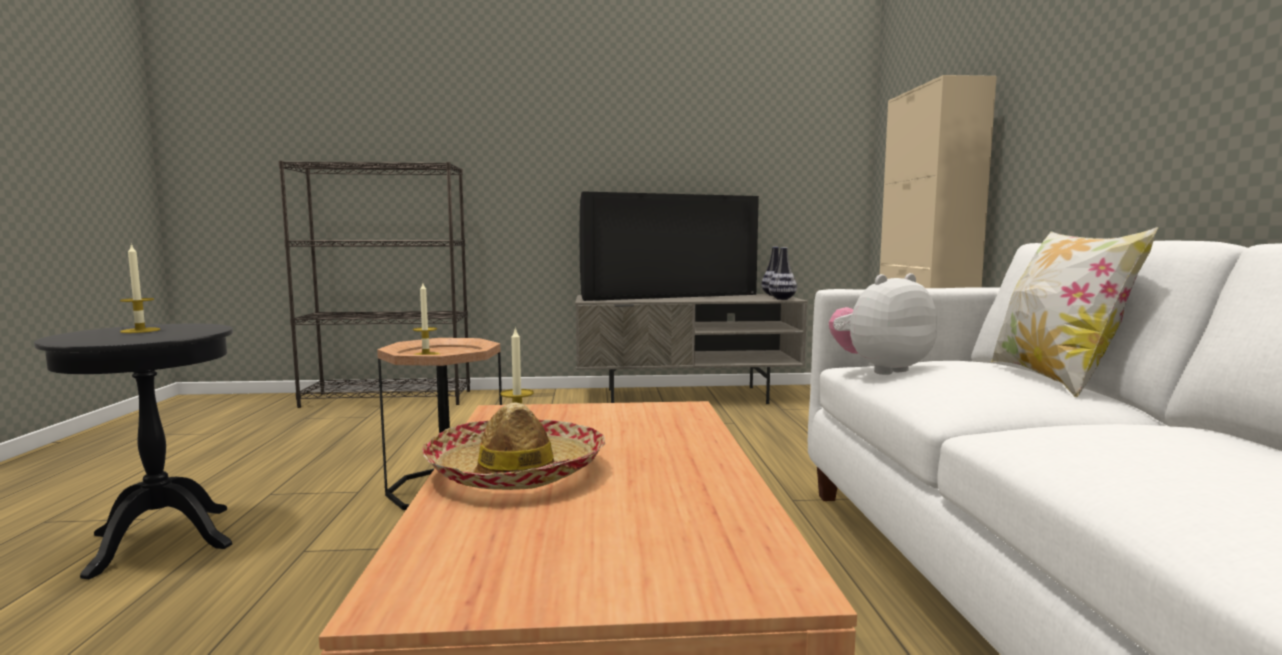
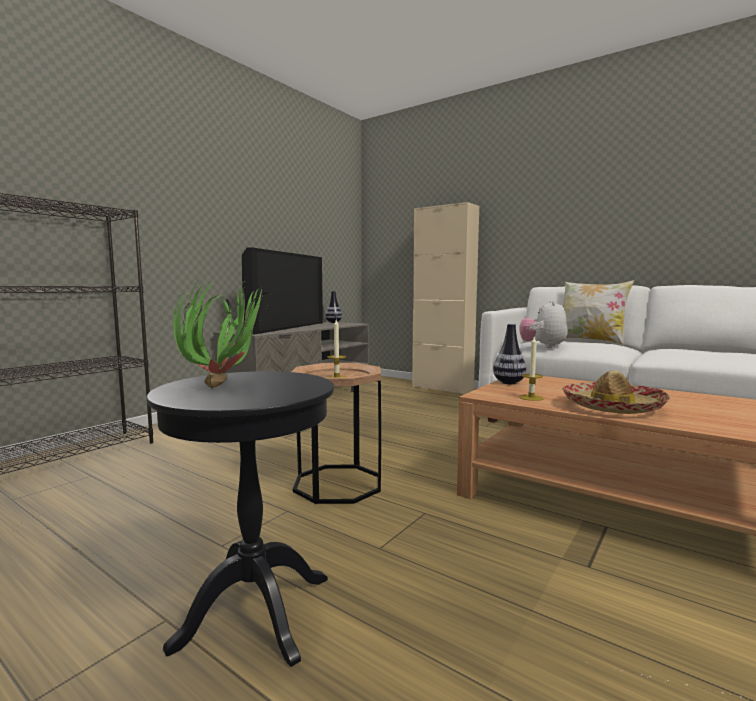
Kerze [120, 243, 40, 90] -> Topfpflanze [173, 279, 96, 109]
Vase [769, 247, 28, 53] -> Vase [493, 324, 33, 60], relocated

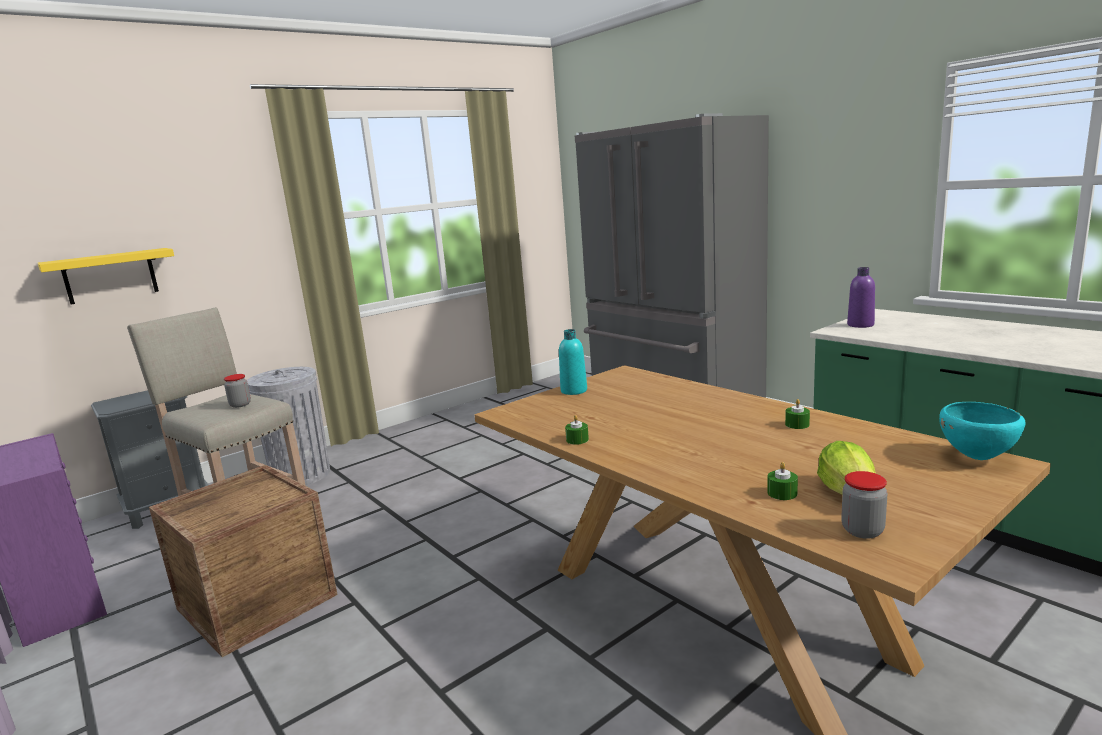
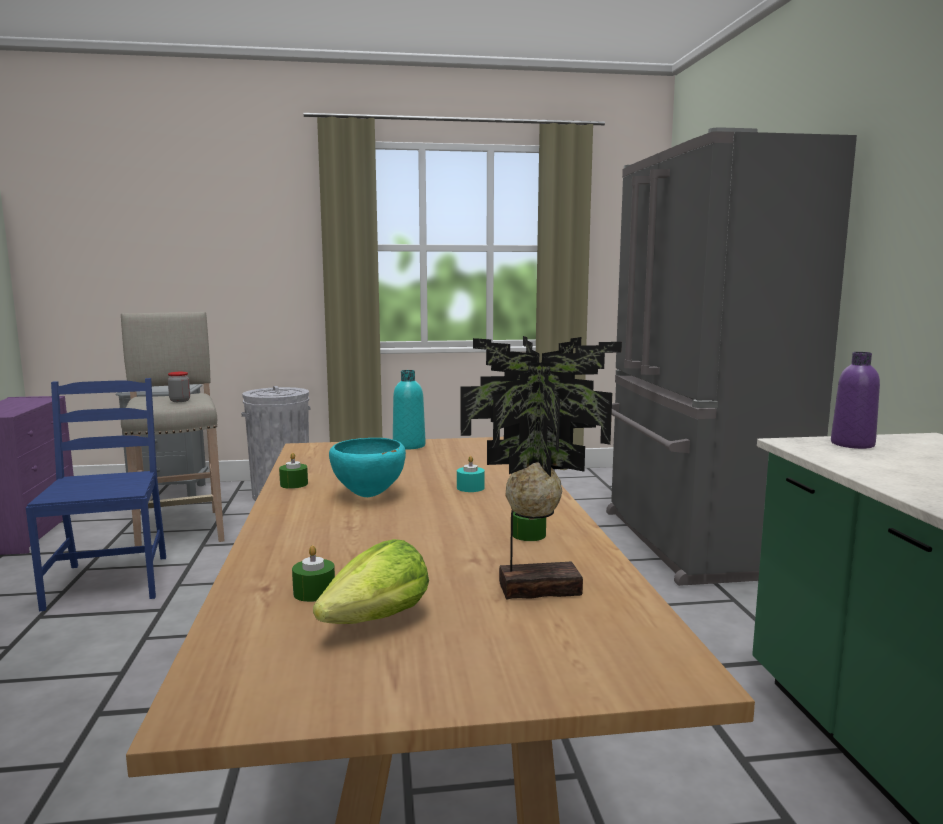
Wandregal/gelb [38, 248, 136, 57] -> none
Kiste [149, 465, 189, 192] -> Stuhl/blau [26, 378, 140, 233]
Vorratsglas [841, 471, 46, 68] -> none
Schüssel/türkis [939, 402, 87, 58] -> Schüssel/türkis [329, 438, 77, 59], relocated
none -> Kerze/türkis [457, 456, 28, 36]
none -> Topfpflanze [460, 336, 162, 264]

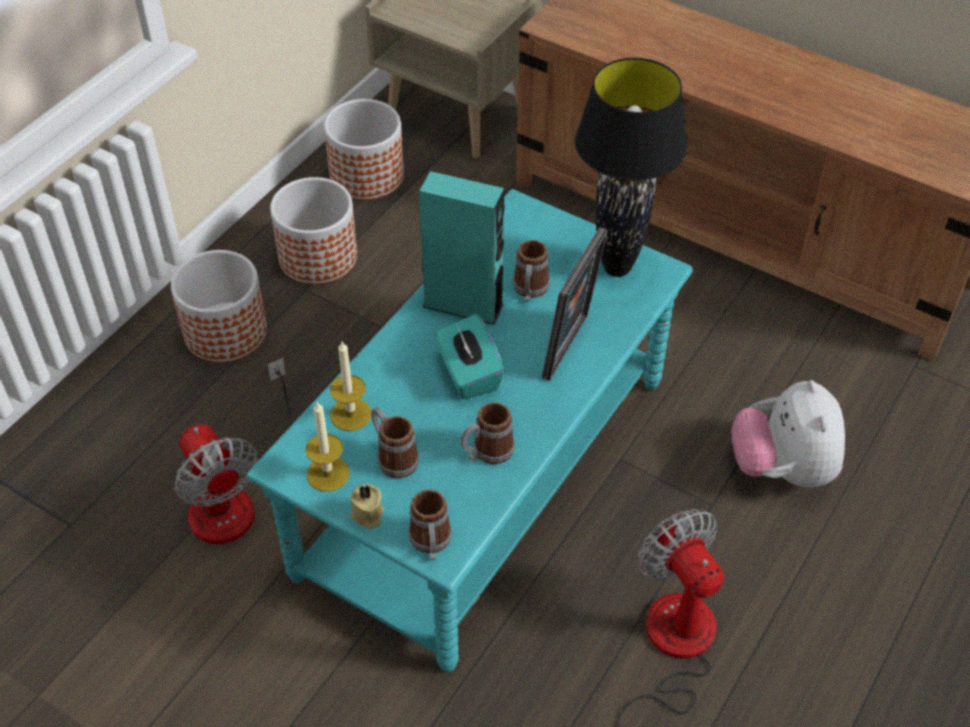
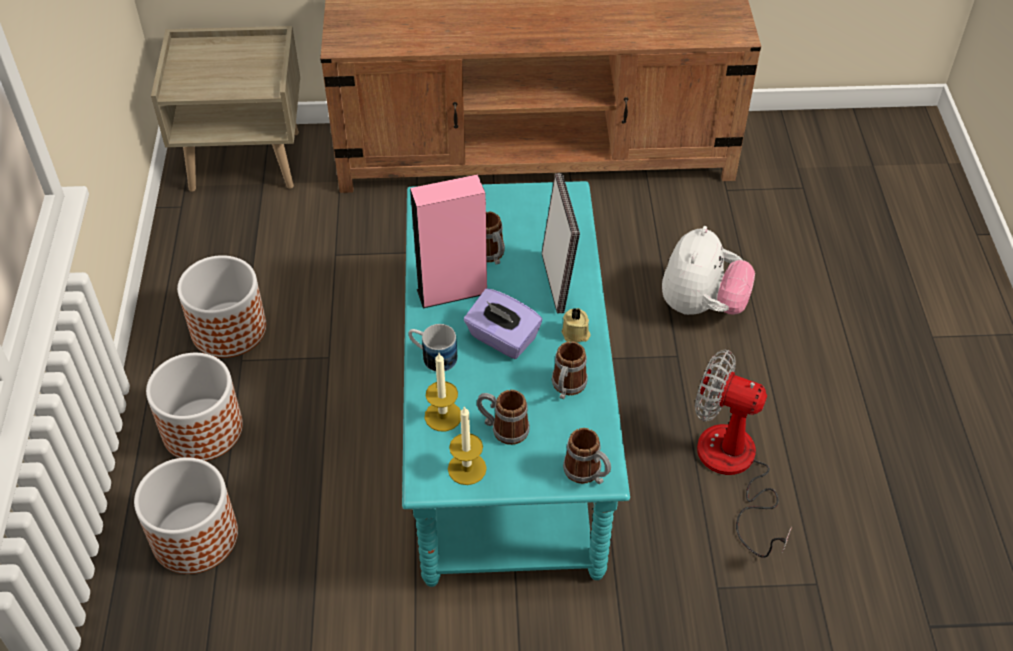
Ventilator [174, 358, 119, 186] -> none
Pflanzkübel [324, 99, 80, 102] -> Pflanzkübel [134, 457, 104, 117], relocated
Kerze/beige [350, 484, 34, 45] -> Kerze/beige [562, 308, 28, 34], relocated
Lautsprecher/türkis [419, 171, 86, 154] -> Lautsprecher/rosa [410, 174, 77, 134]
Taschentuchbox/türkis [435, 314, 70, 85] -> Taschentuchbox/lila [464, 288, 78, 71]
Tischlampe/schwarz [575, 58, 113, 219] -> none
Plüschtier [731, 380, 114, 108] -> Plüschtier [662, 226, 93, 89], 120 degrees counterclockwise
none -> Henkelbecher [409, 324, 49, 48]

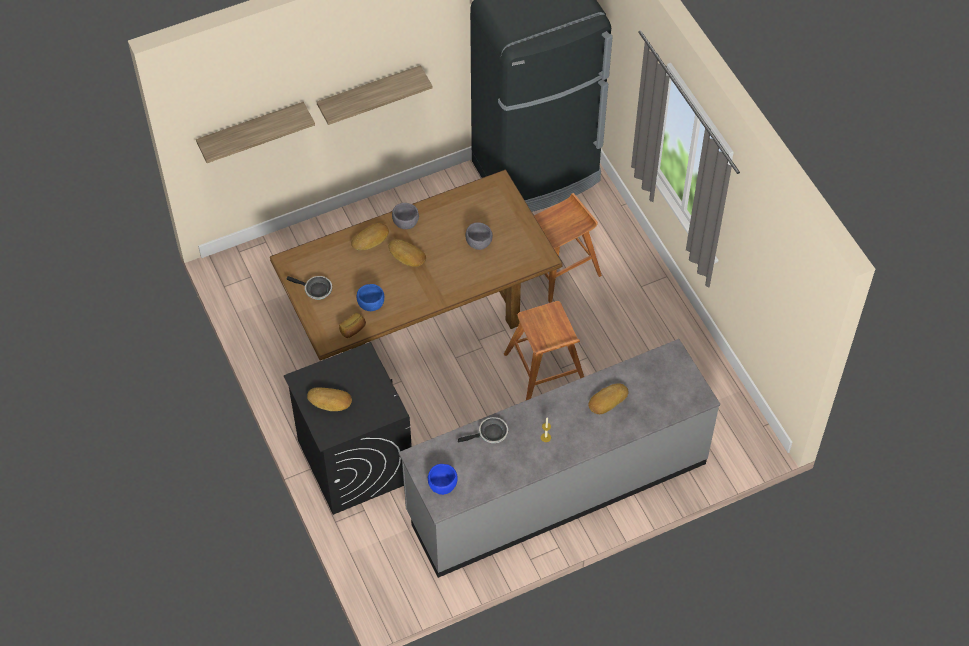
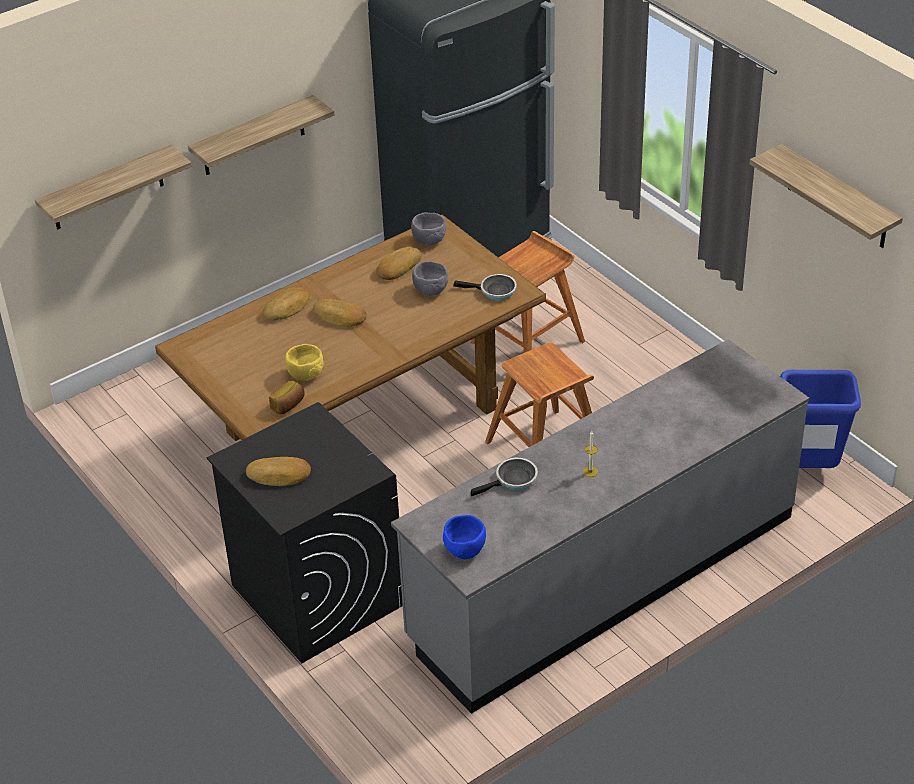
Pfanne [286, 276, 46, 24] -> Pfanne [453, 274, 64, 26], relocated
Schüssel/blau [357, 284, 27, 27] -> Schüssel/gelb [285, 344, 39, 37]
Schüssel/grau [392, 203, 27, 26] -> Schüssel/grau [411, 212, 35, 34], relocated
Brot [588, 383, 41, 31] -> Brot [376, 247, 46, 33], relocated
none -> Wandregal [750, 144, 153, 104]
none -> Mülleimer/blau [780, 370, 81, 98]

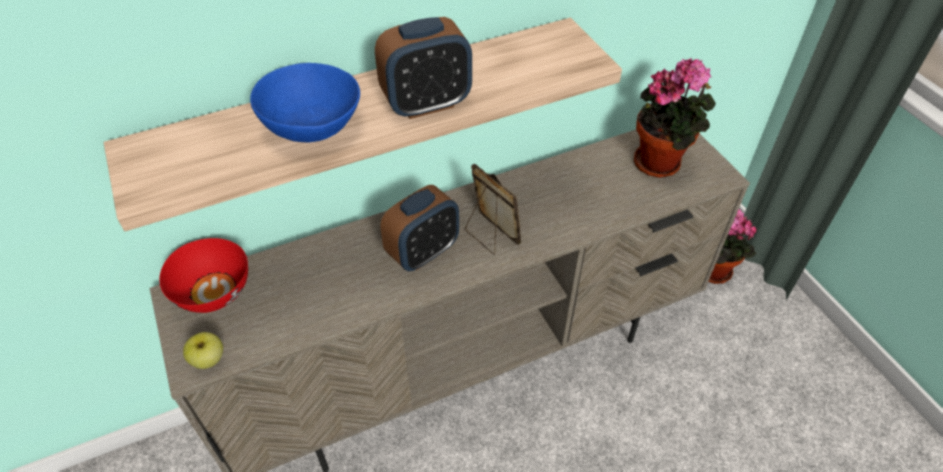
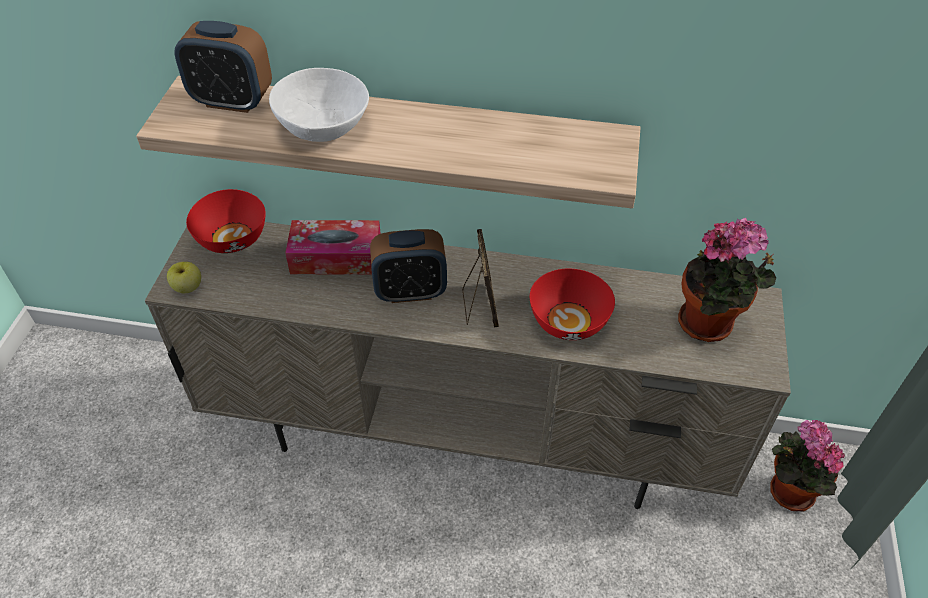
Schüssel/blau [250, 63, 110, 80] -> Schüssel/weiß [269, 68, 100, 74]
Wecker [375, 17, 97, 102] -> Wecker [174, 21, 98, 92], relocated
none -> Taschentuchbox [285, 220, 96, 55]
none -> Schüssel/rot [530, 269, 85, 71]

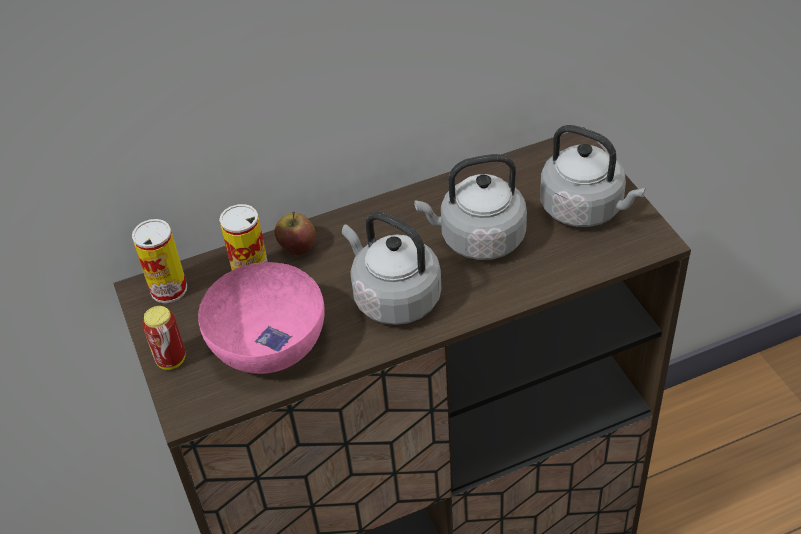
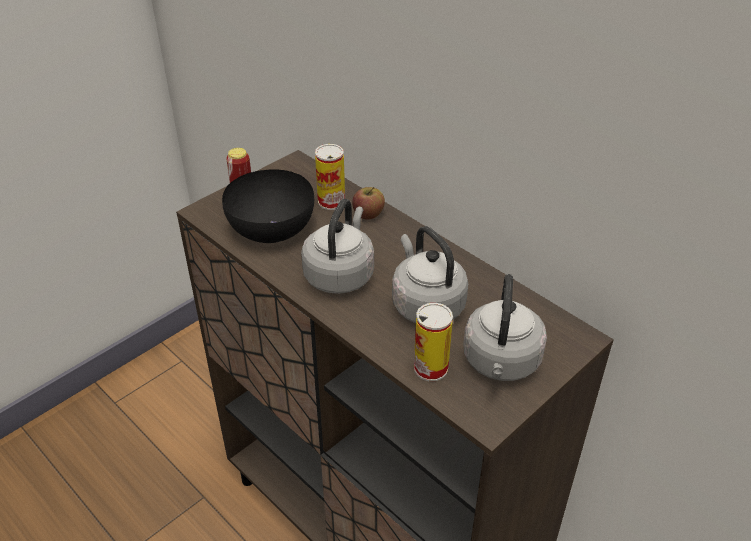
Dose [132, 219, 55, 84] -> Dose [414, 303, 39, 79], relocated
Schüssel/rosa [198, 262, 127, 112] -> Schüssel/schwarz [222, 169, 92, 74]

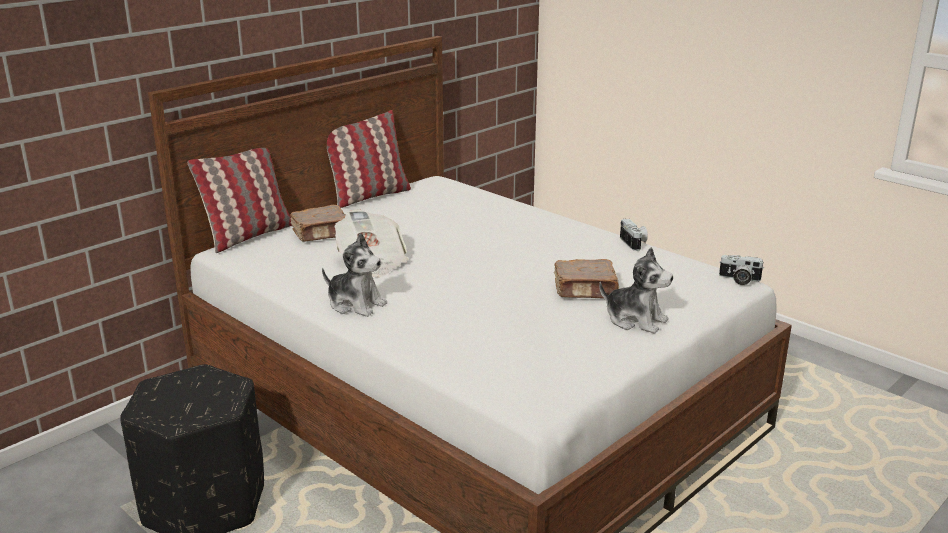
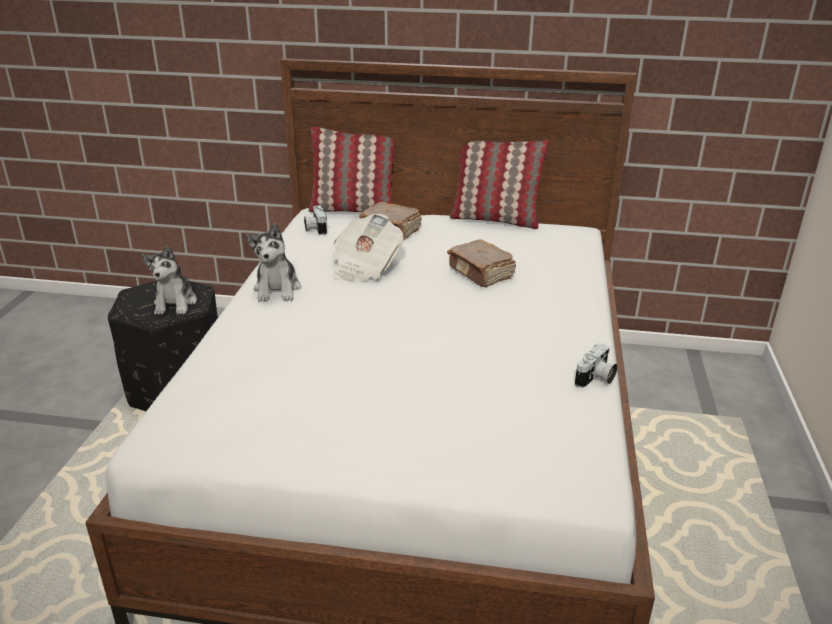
Buch/braun [554, 259, 66, 40] -> Buch/braun [447, 239, 69, 48], relocated
Plüschtier [599, 247, 74, 87] -> Plüschtier [142, 245, 55, 70], relocated
Kamera [719, 255, 45, 30] -> Kamera [304, 206, 23, 29], relocated

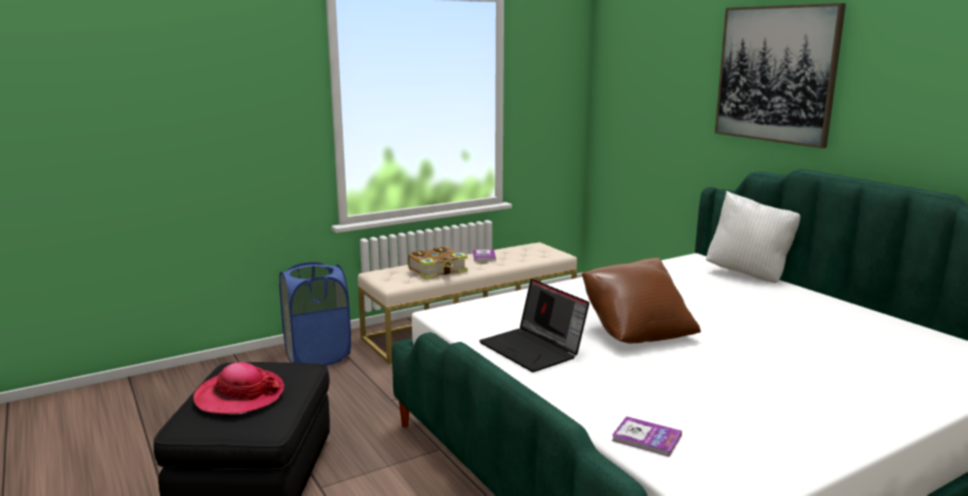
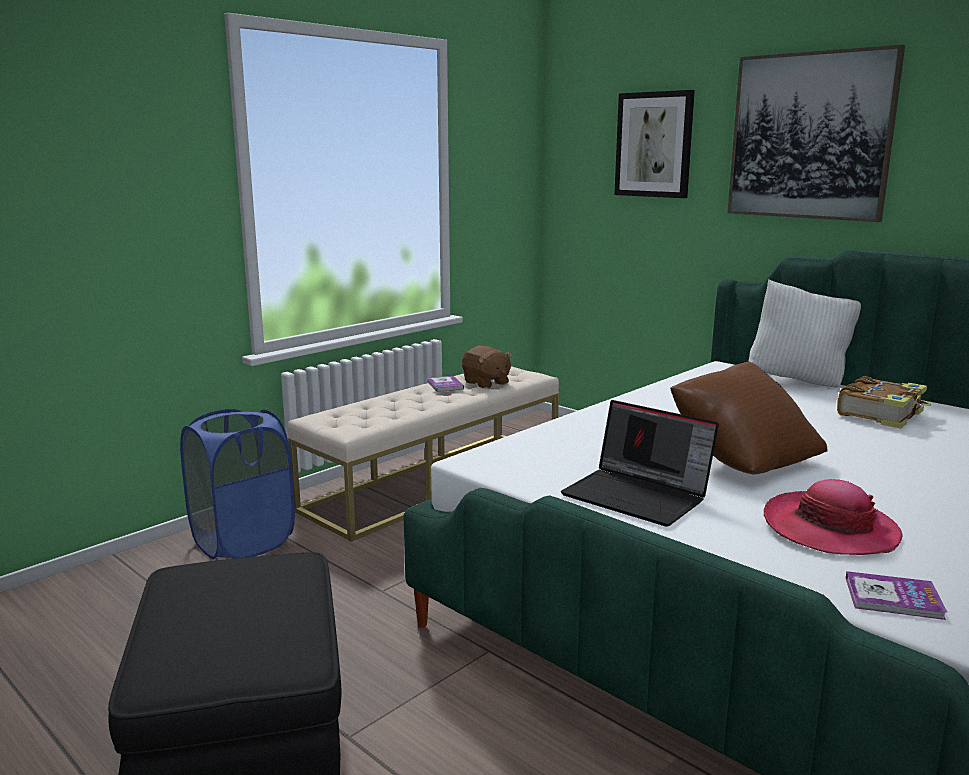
Hut [193, 362, 91, 53] -> Hut [764, 479, 139, 76], relocated
Buch [408, 247, 60, 33] -> Buch [837, 376, 94, 53], relocated
none -> Plüschtier/braun [462, 346, 50, 42]
none -> Bild [614, 90, 81, 108]

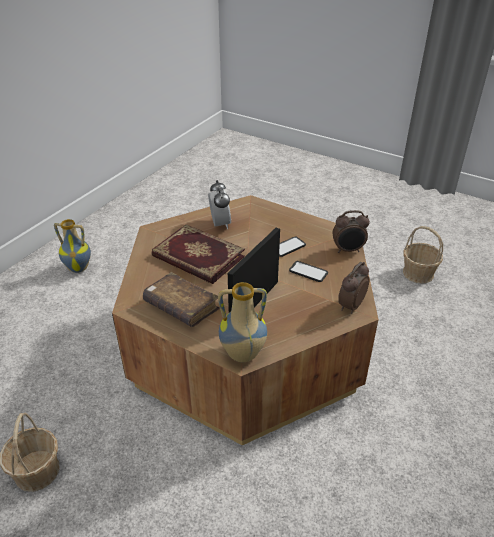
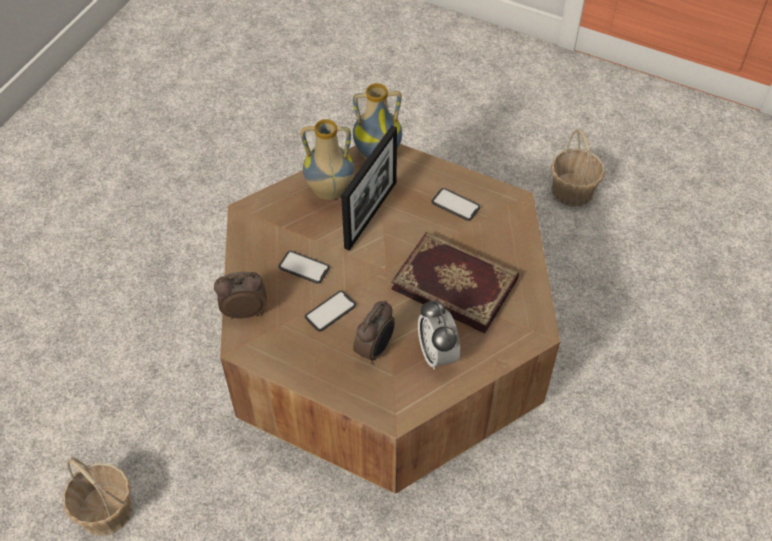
Vase [54, 219, 37, 54] -> Vase [300, 119, 54, 81], relocated
Buch/braun [143, 272, 77, 55] -> Handy [431, 188, 50, 33]
Wecker [338, 262, 32, 52] -> Wecker [353, 300, 42, 64], relocated

